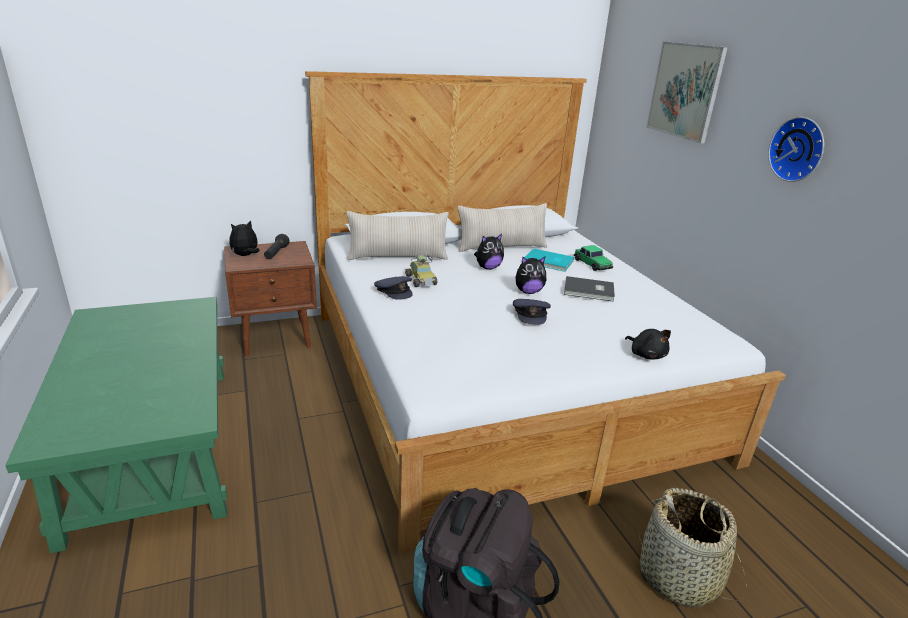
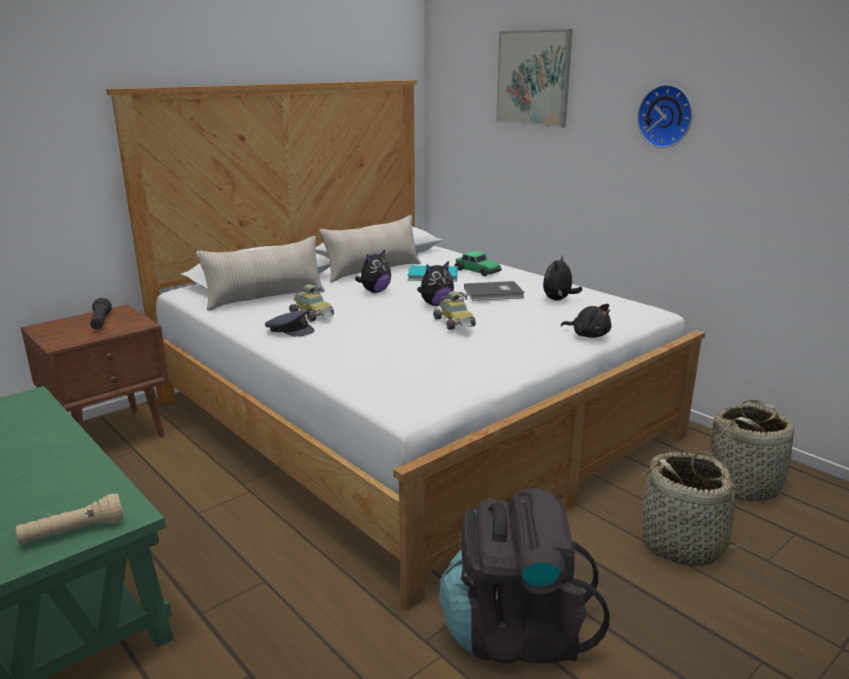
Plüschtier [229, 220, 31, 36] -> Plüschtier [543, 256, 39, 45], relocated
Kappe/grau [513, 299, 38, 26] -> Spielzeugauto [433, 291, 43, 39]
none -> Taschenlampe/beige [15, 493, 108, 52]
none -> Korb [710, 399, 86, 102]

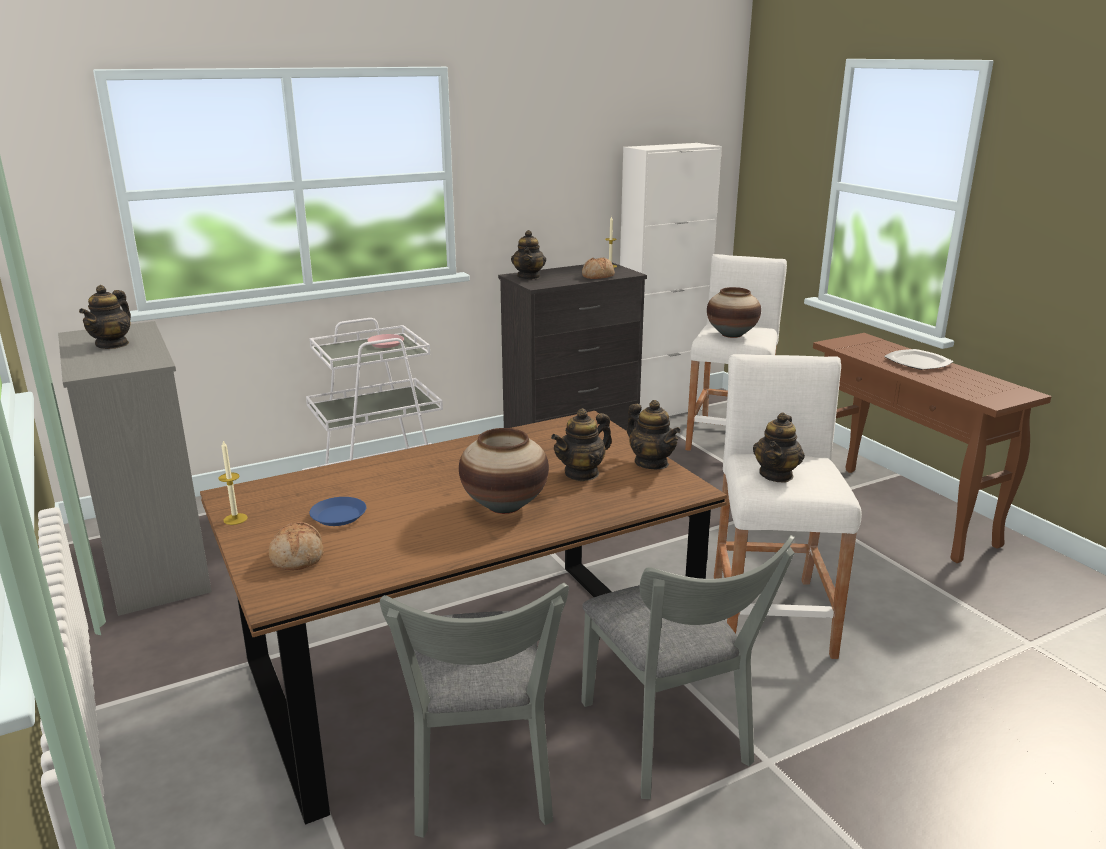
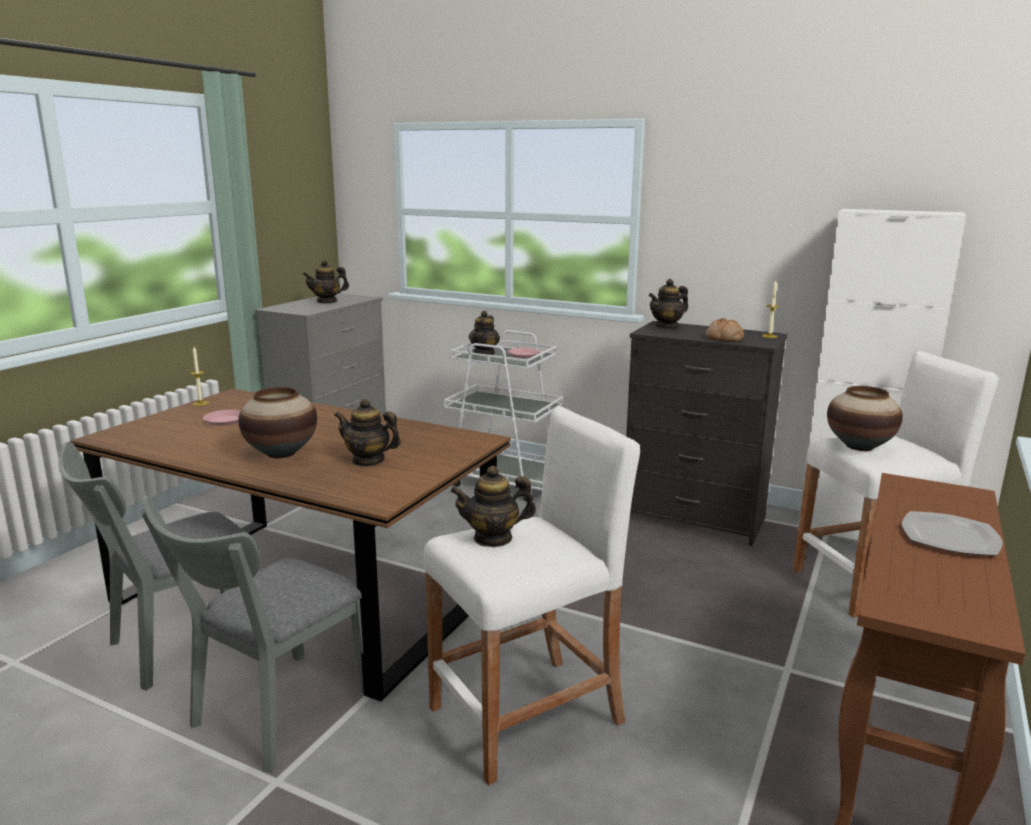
Brot [269, 522, 55, 48] -> none
Teller/blau [310, 497, 56, 29] -> Teller/rosa [203, 410, 38, 16]
Teekanne [627, 400, 54, 69] -> Teekanne [469, 310, 31, 45], relocated

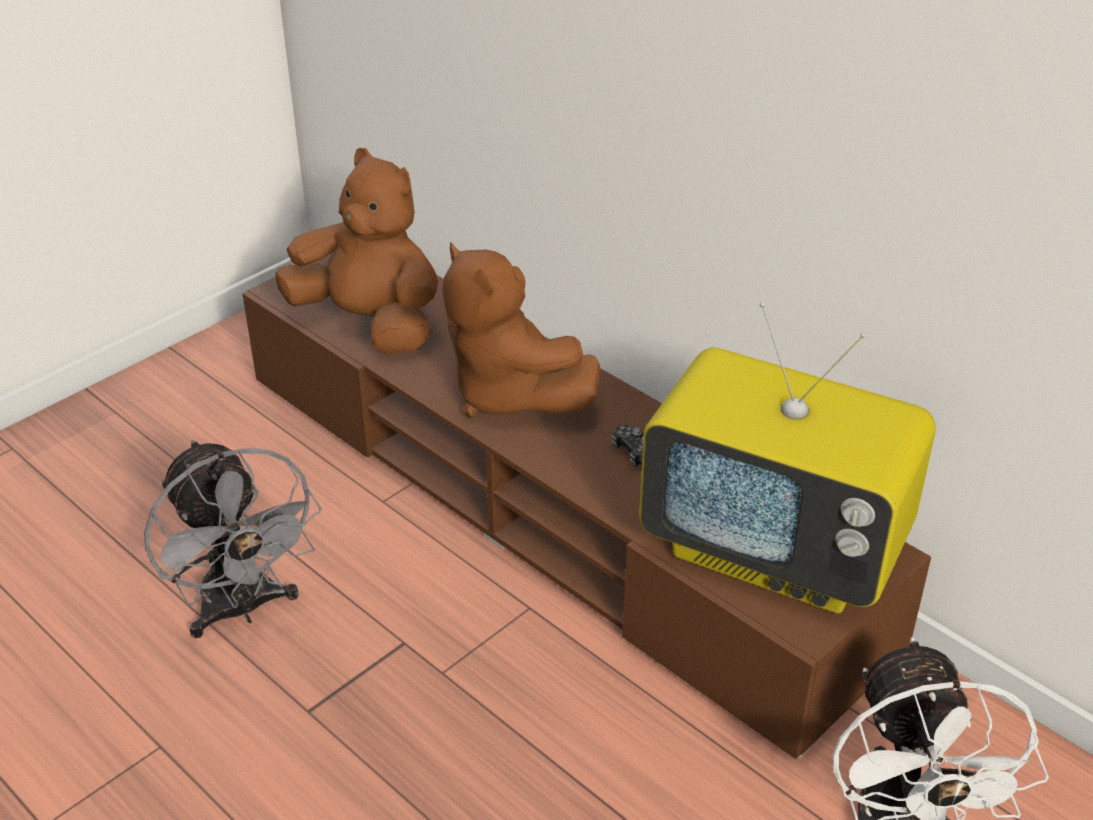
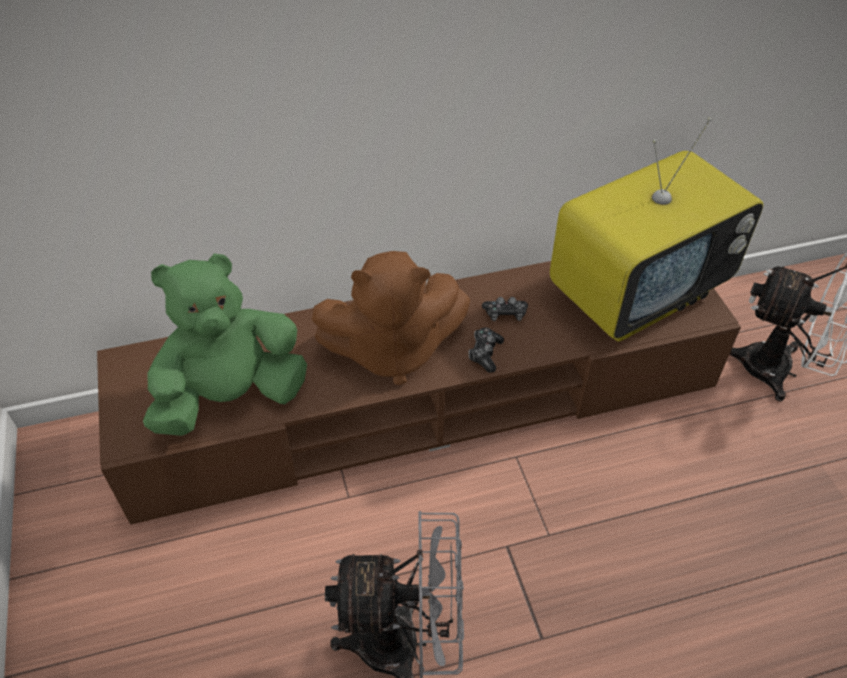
Plüschtier/braun [275, 148, 163, 207] -> Plüschtier/grün [143, 253, 164, 183]
none -> Gamepad [468, 328, 36, 45]

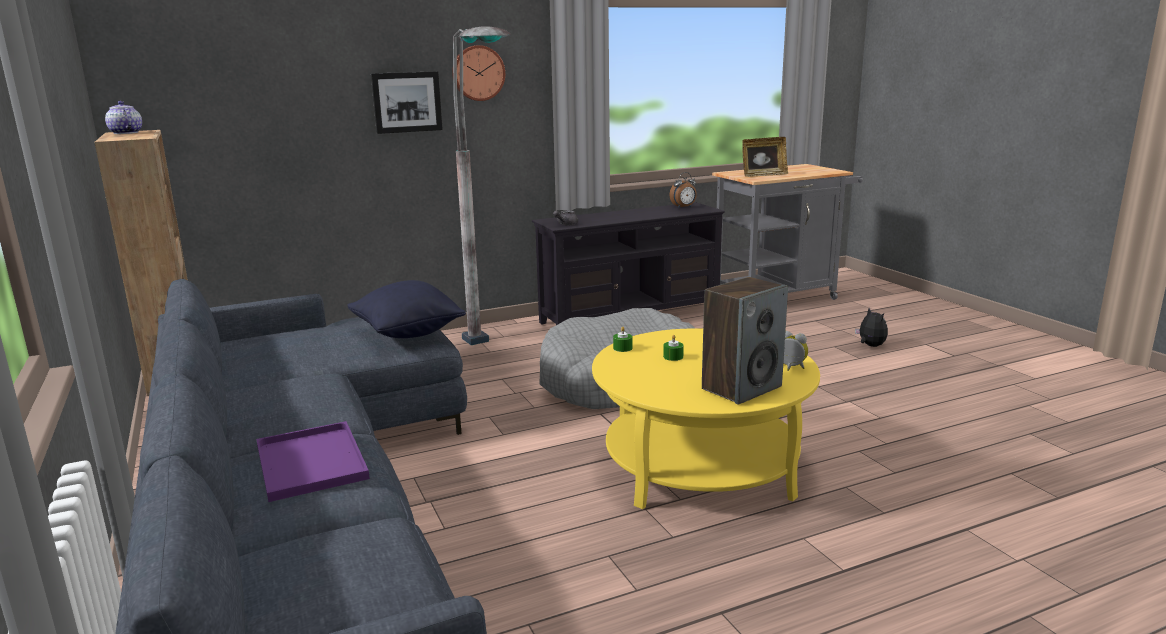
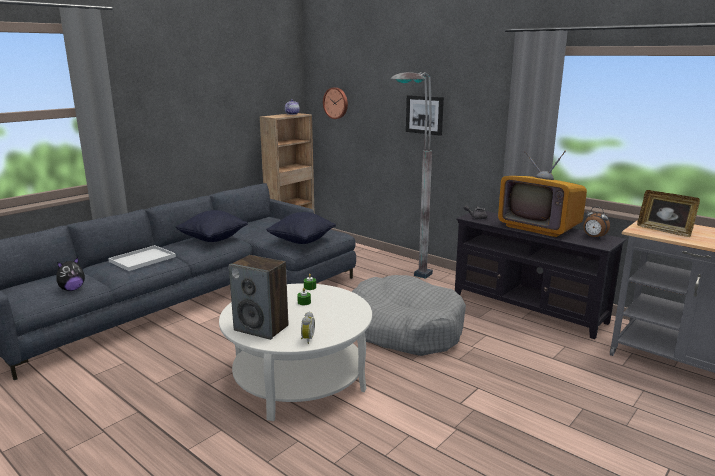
Tablett/lila [256, 421, 114, 81] -> Tablett/weiß [108, 245, 68, 26]
Wanduhr [452, 45, 53, 56] -> Wanduhr [323, 87, 25, 32], relocated
Couchtisch/gelb [592, 329, 228, 180] -> Couchtisch/weiß [219, 283, 153, 138]
Plüschtier [855, 308, 33, 39] -> Plüschtier [56, 257, 29, 34], relocated
none -> Kissen/schwarz [176, 210, 72, 32]
none -> Fernseher [498, 151, 89, 86]

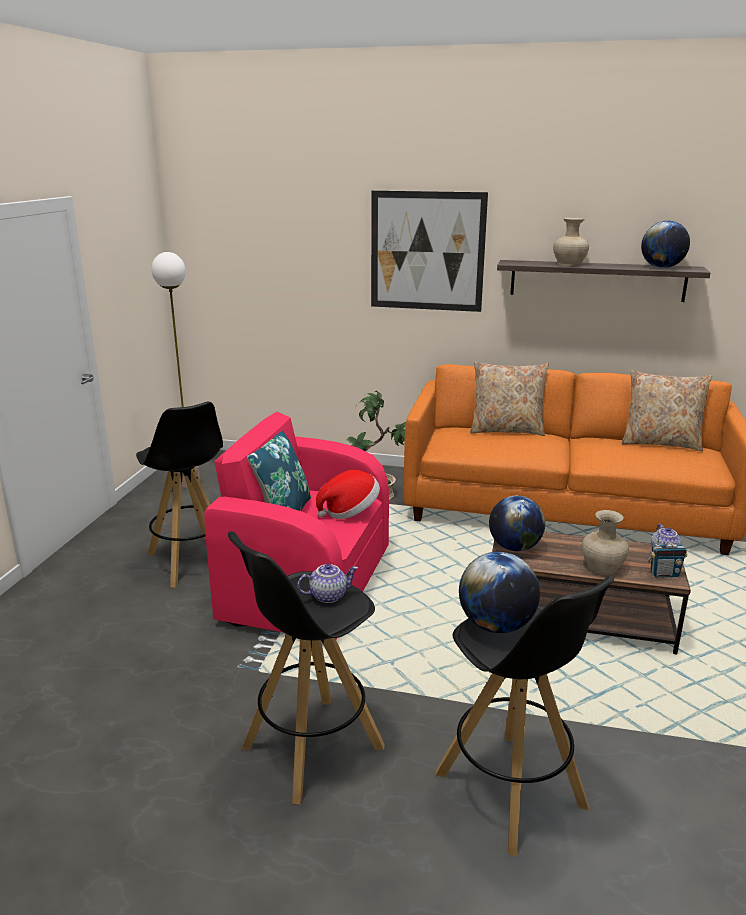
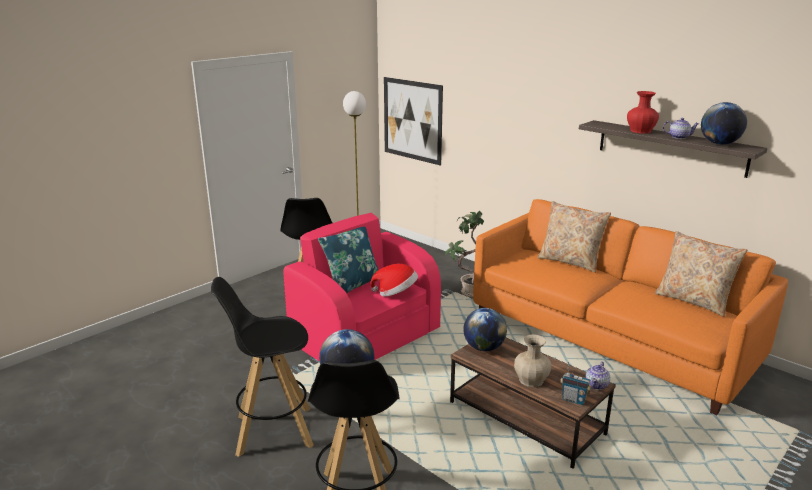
Teekanne [297, 564, 61, 39] -> Teekanne [663, 118, 36, 21], relocated
Bild [371, 191, 117, 121] -> Bild [384, 77, 59, 89], relocated
Vase/beige [553, 218, 36, 48] -> Vase/rot [627, 91, 32, 43]

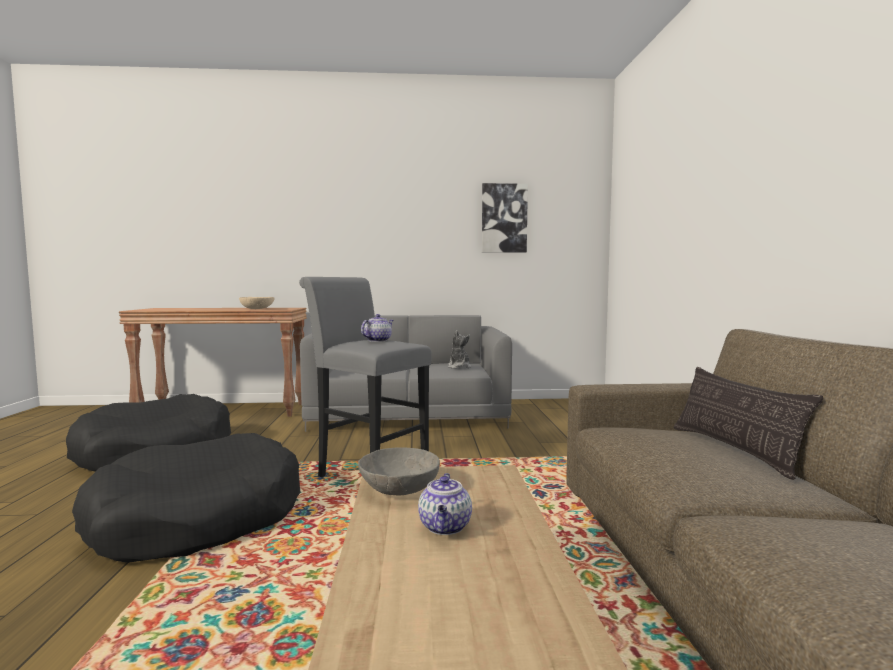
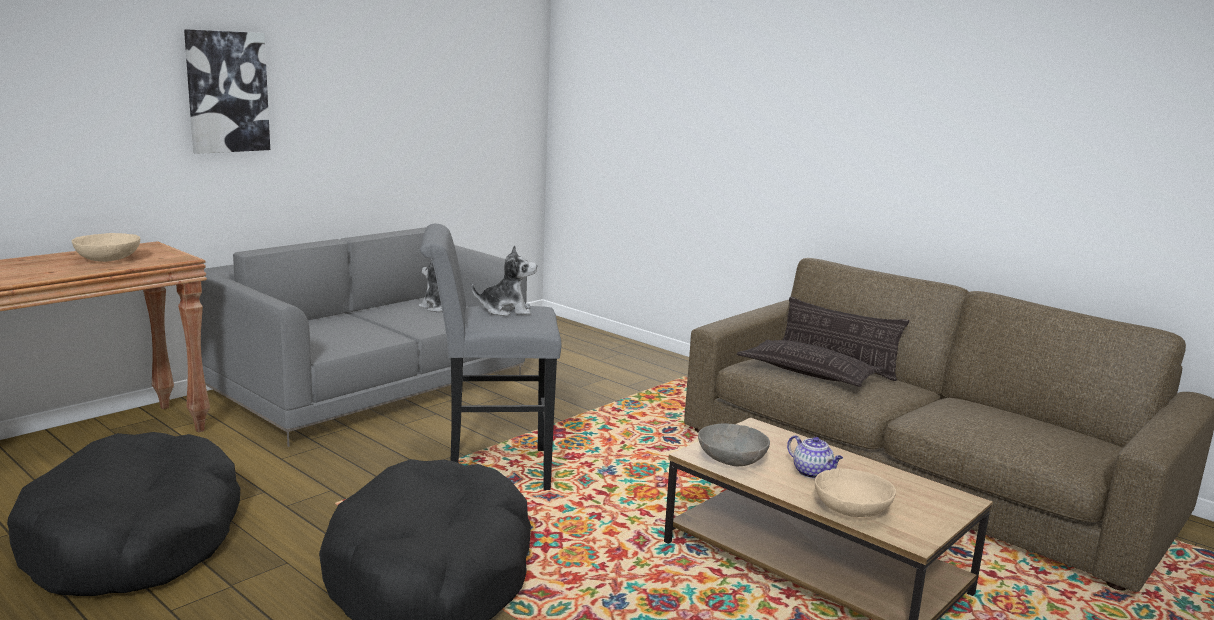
Teekanne [361, 314, 32, 28] -> Plüschtier [472, 245, 65, 72]
Bild [482, 183, 46, 70] -> Bild [184, 29, 86, 125], relocated
none -> Kissen [737, 340, 148, 47]
none -> Schüssel/beige [815, 468, 81, 49]

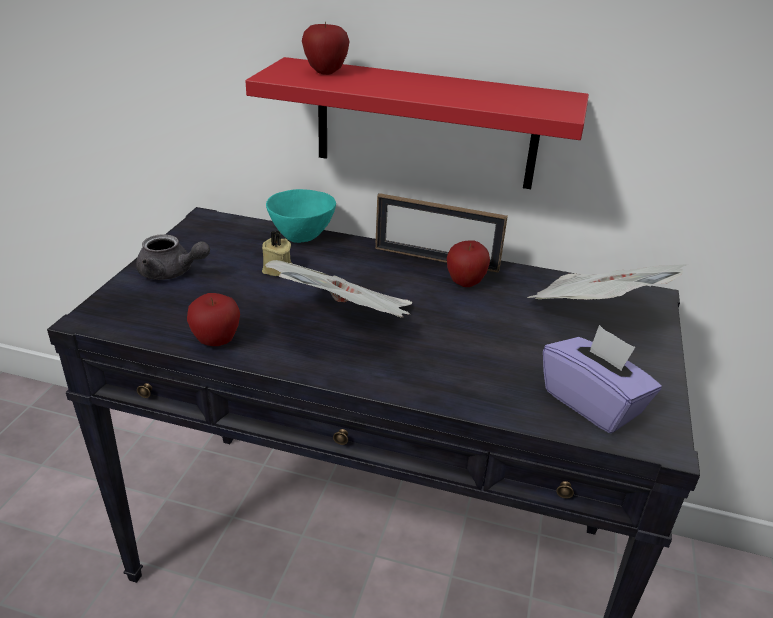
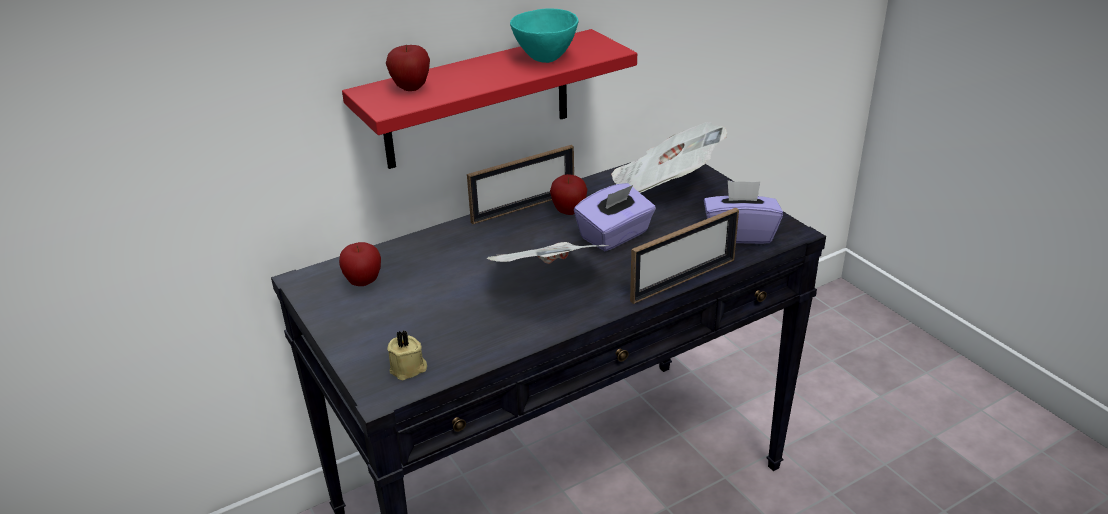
Teekanne/grau [136, 234, 74, 46] -> none
Apfel [187, 293, 53, 53] -> Apfel [339, 242, 42, 44], relocated
Kerze/beige [262, 231, 29, 45] -> Kerze/beige [387, 331, 40, 50], relocated
Schüssel/türkis [266, 189, 70, 54] -> Schüssel/türkis [510, 9, 69, 54], relocated
none -> Taschentuchbox/lila [574, 183, 82, 68]
none -> Bilderrahmen [630, 208, 109, 96]

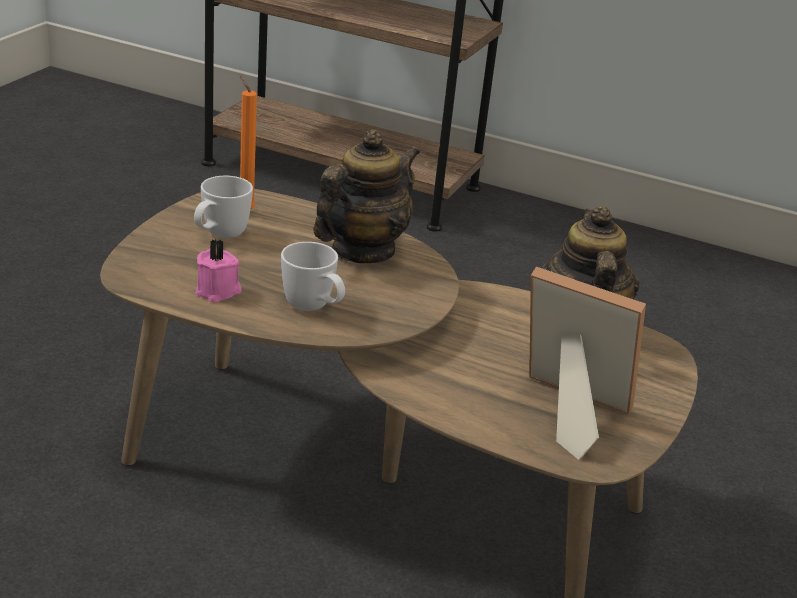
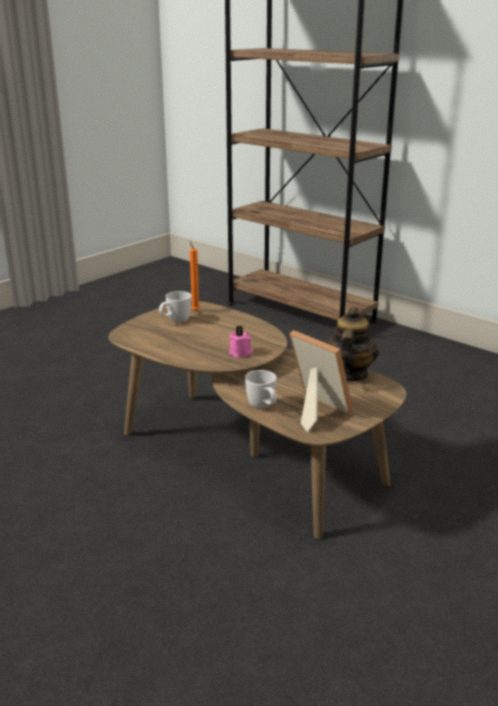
Kerze/rosa [195, 239, 47, 64] -> Kerze/rosa [229, 326, 24, 32], relocated
Henkelbecher/weiß [281, 242, 64, 69] -> Henkelbecher/weiß [245, 370, 32, 39], relocated
Teekanne [313, 129, 107, 134] -> none

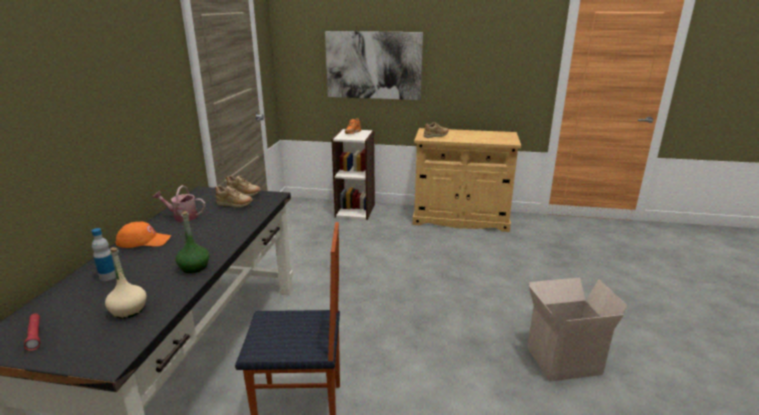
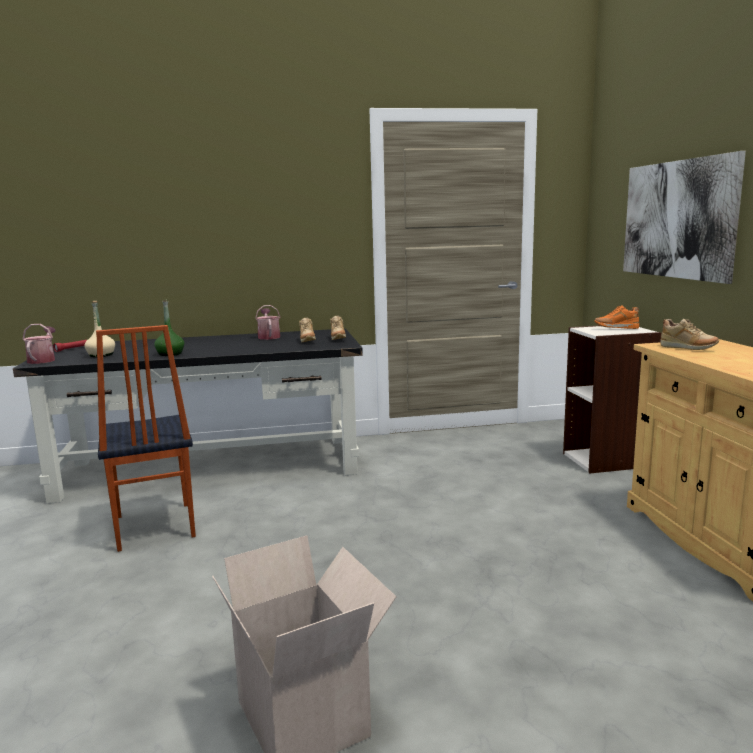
Flasche [92, 228, 24, 53] -> none
Kappe/orange [116, 222, 55, 26] -> none
none -> Gießkanne [23, 324, 33, 40]

